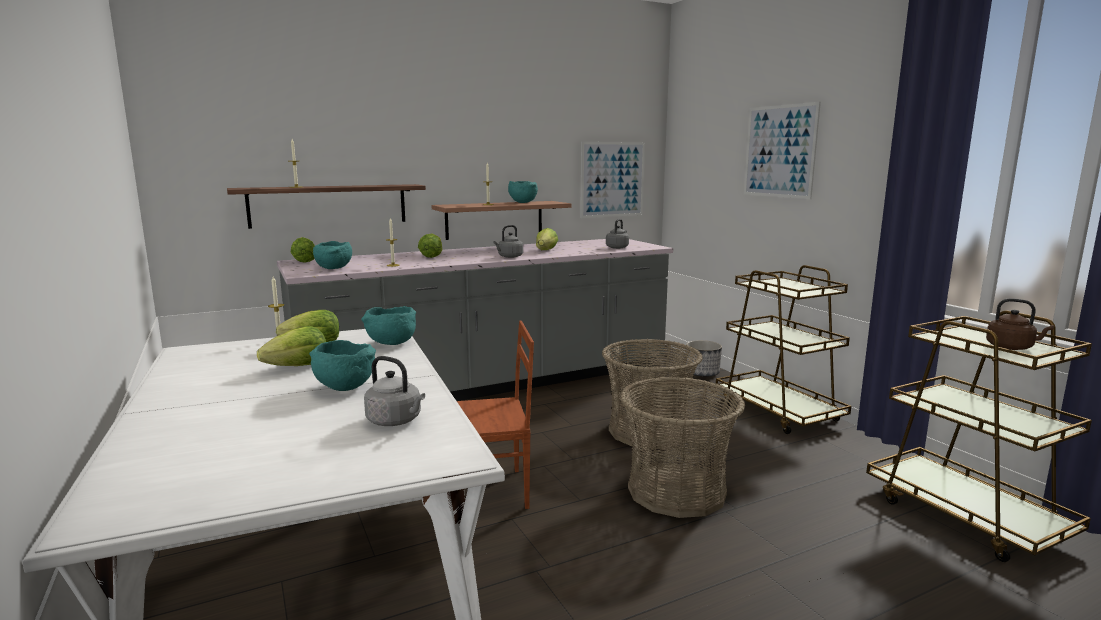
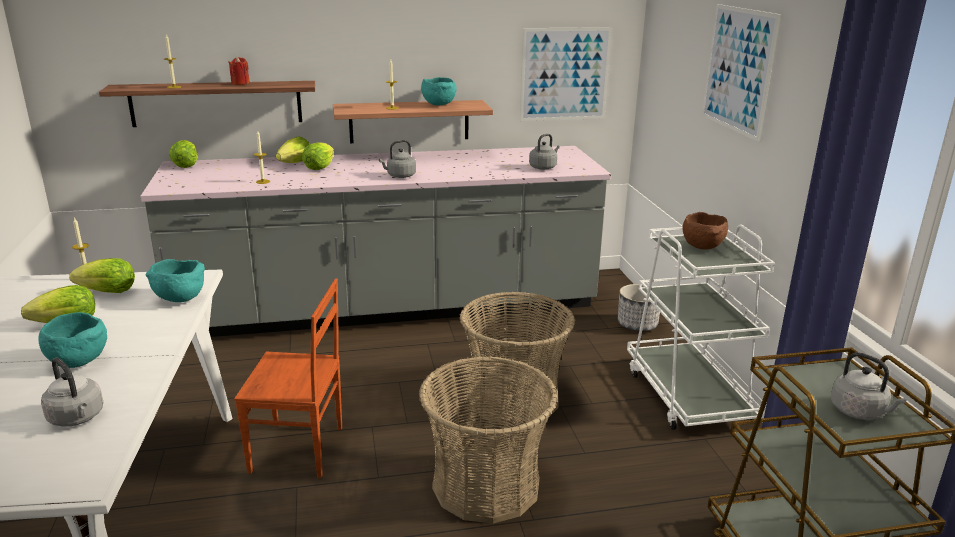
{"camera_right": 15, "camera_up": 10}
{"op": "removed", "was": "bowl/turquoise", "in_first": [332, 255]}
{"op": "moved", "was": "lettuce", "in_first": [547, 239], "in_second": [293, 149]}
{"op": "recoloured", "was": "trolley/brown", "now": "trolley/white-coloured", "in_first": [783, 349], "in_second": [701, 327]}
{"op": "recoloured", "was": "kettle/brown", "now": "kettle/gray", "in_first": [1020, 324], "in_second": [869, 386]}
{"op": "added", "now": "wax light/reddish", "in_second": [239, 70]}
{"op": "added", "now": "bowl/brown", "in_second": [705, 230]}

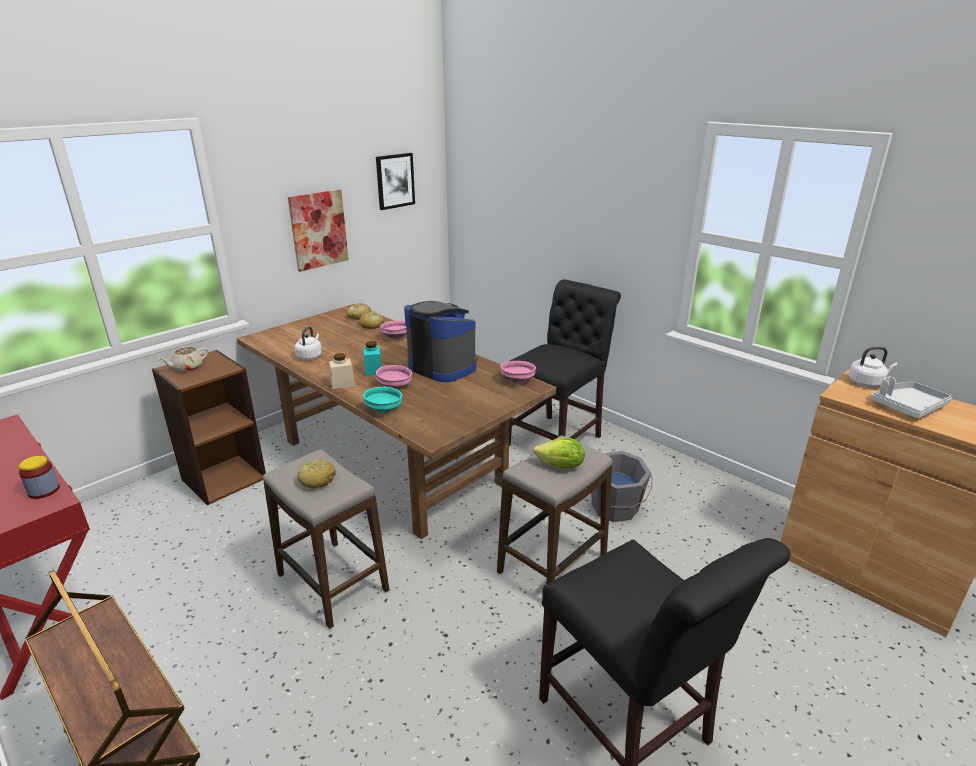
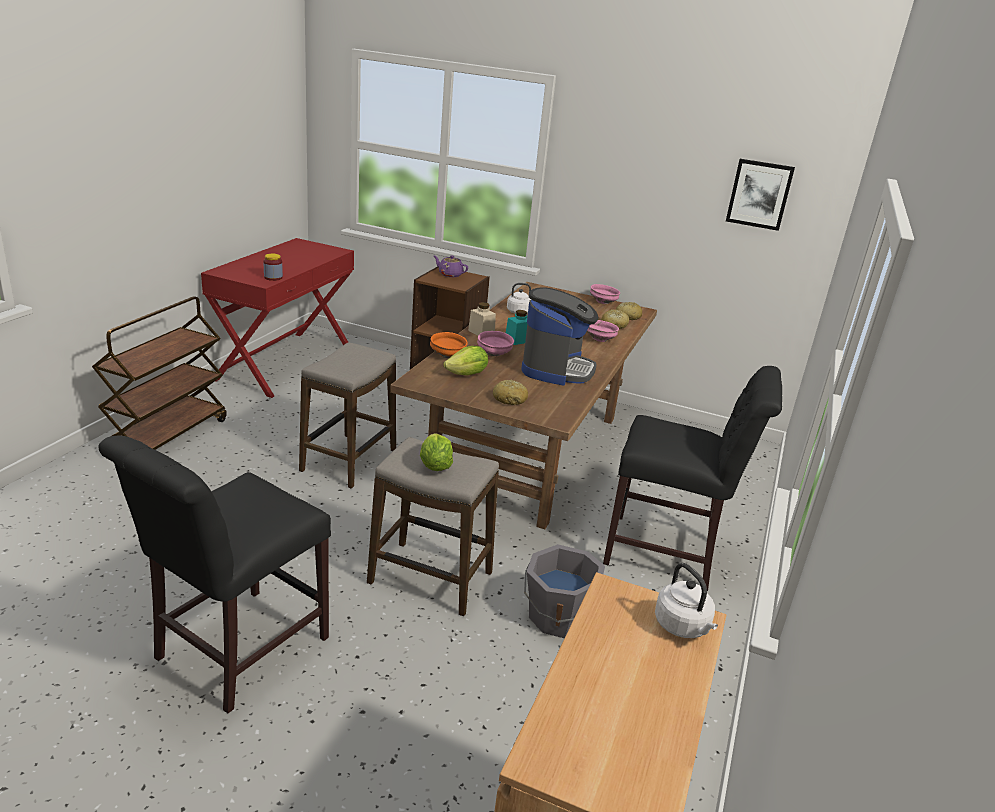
{"camera_right": 65, "camera_up": 0}
{"op": "recoloured", "was": "tea pot/beige", "now": "tea pot/purplish", "in_first": [183, 359], "in_second": [450, 266]}
{"op": "removed", "was": "picture", "in_first": [318, 230]}
{"op": "moved", "was": "bread", "in_first": [316, 474], "in_second": [510, 392]}
{"op": "recoloured", "was": "bowl/turquoise", "now": "bowl/orangey", "in_first": [382, 400], "in_second": [449, 345]}
{"op": "moved", "was": "bowl/pinkish", "in_first": [518, 372], "in_second": [605, 294]}
{"op": "removed", "was": "serving tray/gray", "in_first": [911, 397]}
{"op": "added", "now": "lettuce", "in_second": [465, 360]}

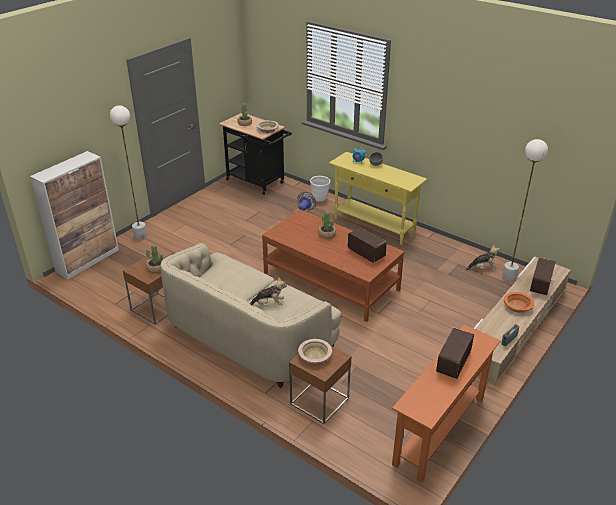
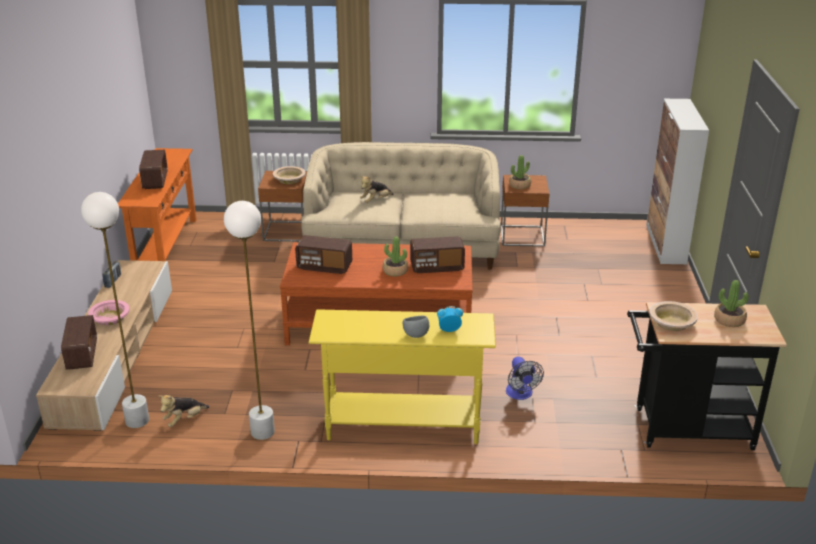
{"camera_right": 145, "camera_up": -5}
{"op": "moved", "was": "standing lamp/white-coloured", "in_first": [128, 172], "in_second": [249, 320]}
{"op": "removed", "was": "plant pot/white-coloured", "in_first": [320, 188]}
{"op": "recoloured", "was": "bowl/orangey", "now": "bowl/pinkish", "in_first": [519, 302], "in_second": [109, 312]}
{"op": "added", "now": "radio receiver", "in_second": [437, 254]}

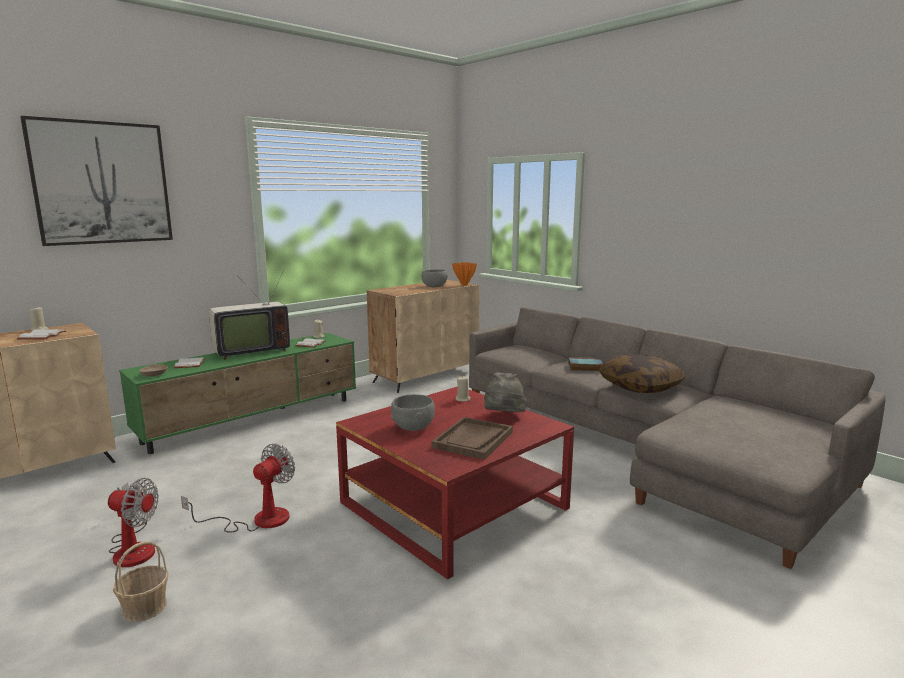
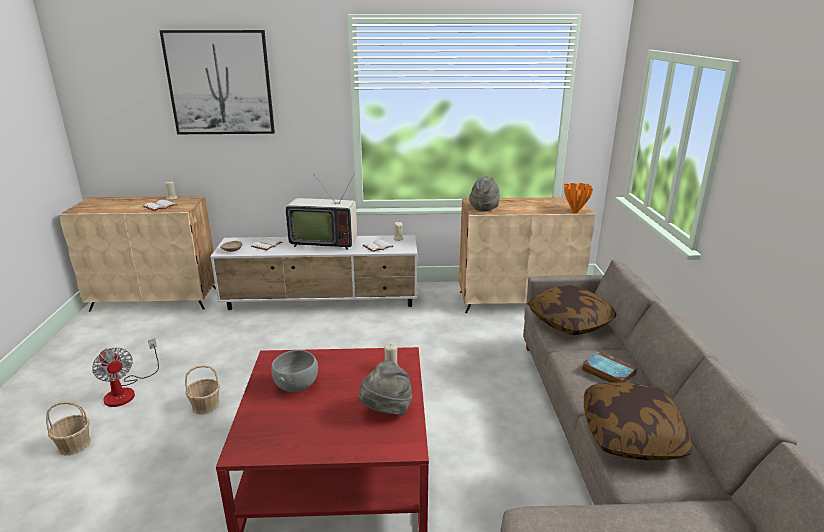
{"camera_right": 40, "camera_up": 10}
{"op": "recoloured", "was": "media console/green", "now": "media console/white-coloured", "in_first": [237, 393], "in_second": [313, 272]}
{"op": "replaced", "was": "electric fan", "now": "basket", "in_first": [238, 488], "in_second": [202, 390]}
{"op": "removed", "was": "bowl/gray", "in_first": [434, 278]}
{"op": "removed", "was": "serving tray/brown", "in_first": [472, 438]}
{"op": "added", "now": "hat/gray", "in_second": [484, 194]}
{"op": "added", "now": "pillow", "in_second": [571, 310]}

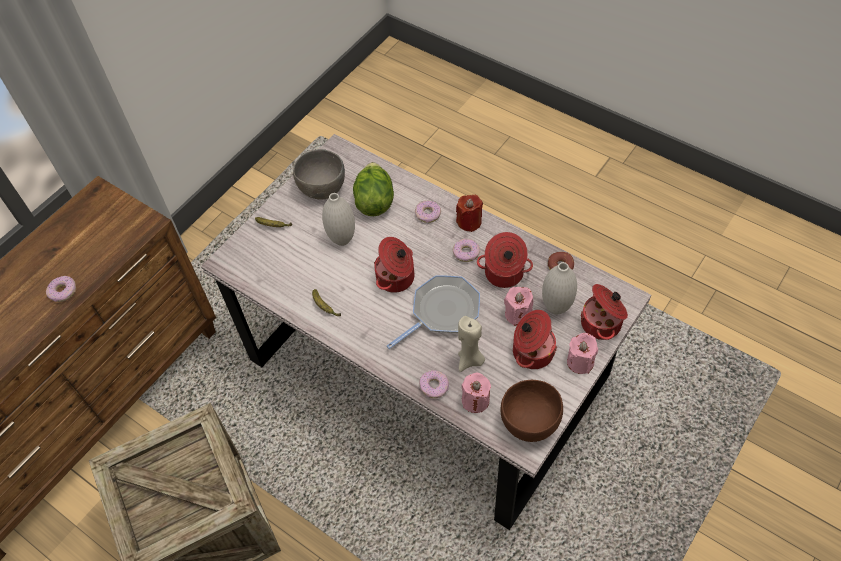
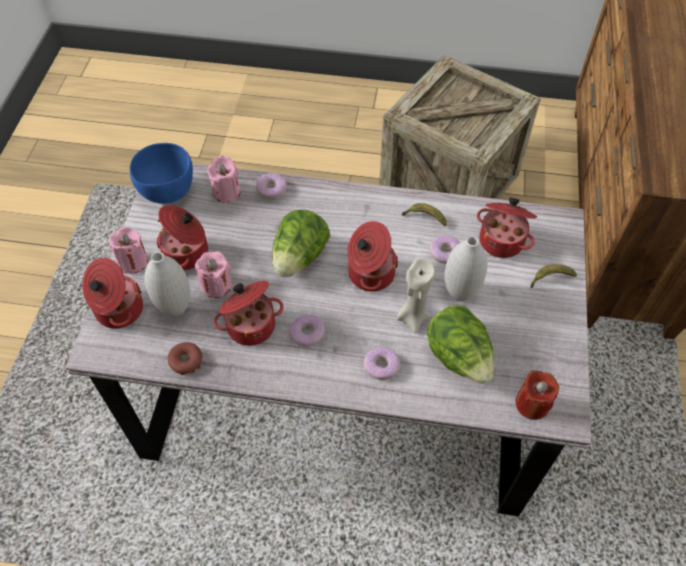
{"camera_right": 150, "camera_up": 0}
{"op": "moved", "was": "ring doughnut", "in_first": [61, 289], "in_second": [445, 249]}
{"op": "removed", "was": "bowl/gray", "in_first": [319, 174]}
{"op": "replaced", "was": "pan", "now": "lettuce", "in_first": [433, 312], "in_second": [301, 243]}
{"op": "moved", "was": "wax light/reddish", "in_first": [469, 213], "in_second": [537, 395]}
{"op": "moved", "was": "wax light/beige", "in_first": [471, 344], "in_second": [416, 296]}
{"op": "recoloured", "was": "bowl/brown", "now": "bowl/blue", "in_first": [531, 411], "in_second": [161, 173]}
{"op": "added", "now": "saucepot", "in_second": [507, 227]}

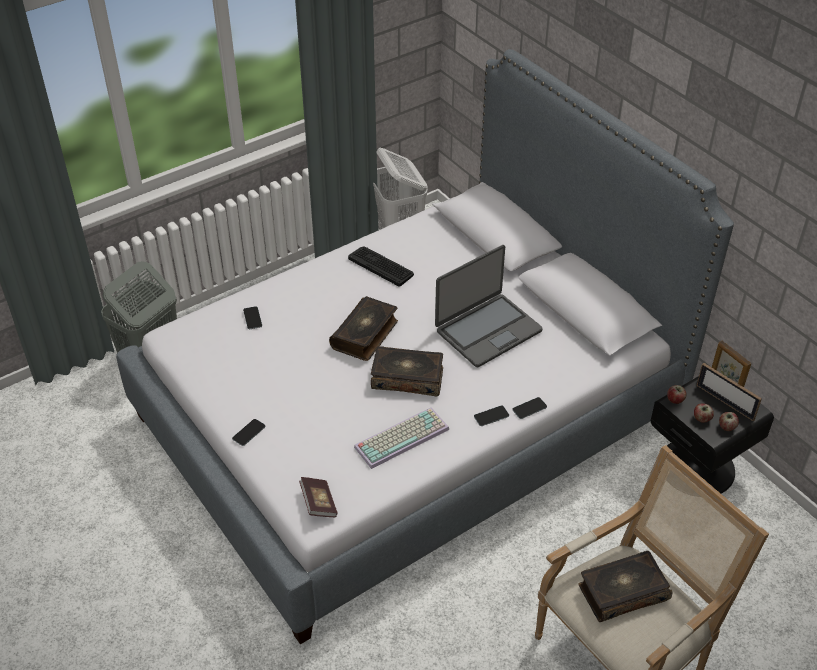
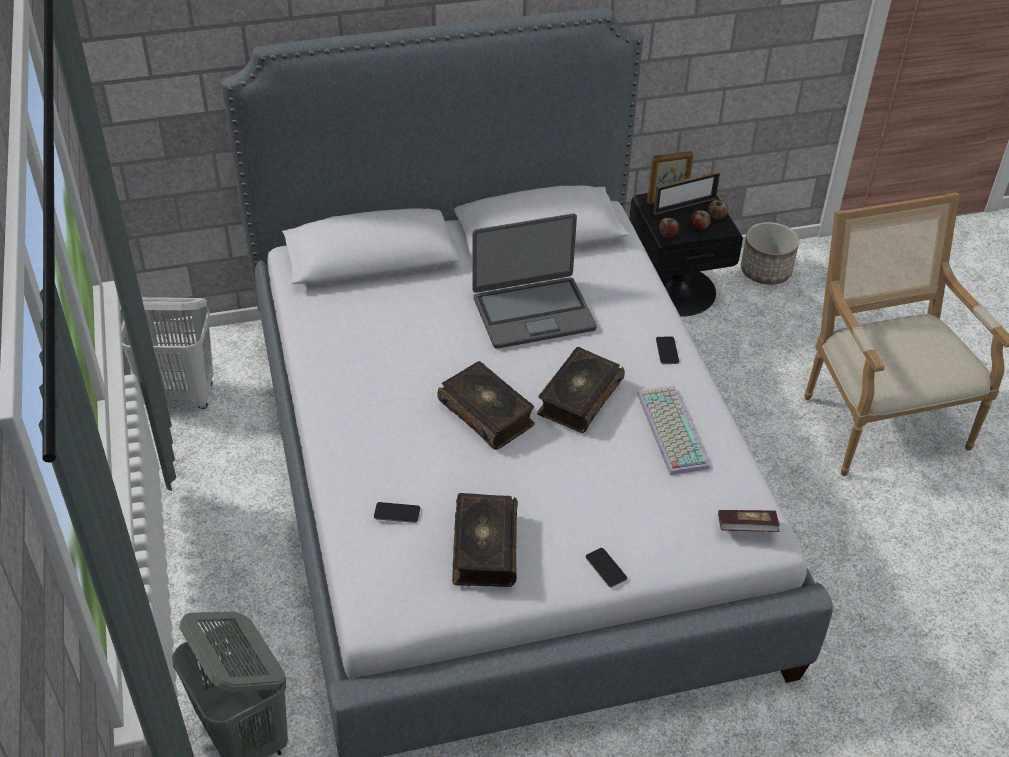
{"camera_right": -70, "camera_up": 0}
{"op": "removed", "was": "PC keyboard", "in_first": [381, 267]}
{"op": "turned", "was": "portable computer", "in_first": [489, 306], "in_second": [535, 281], "clockwise": 90}
{"op": "removed", "was": "phone", "in_first": [529, 408]}
{"op": "moved", "was": "bound book", "in_first": [625, 586], "in_second": [485, 540]}
{"op": "added", "now": "plant pot", "in_second": [770, 253]}

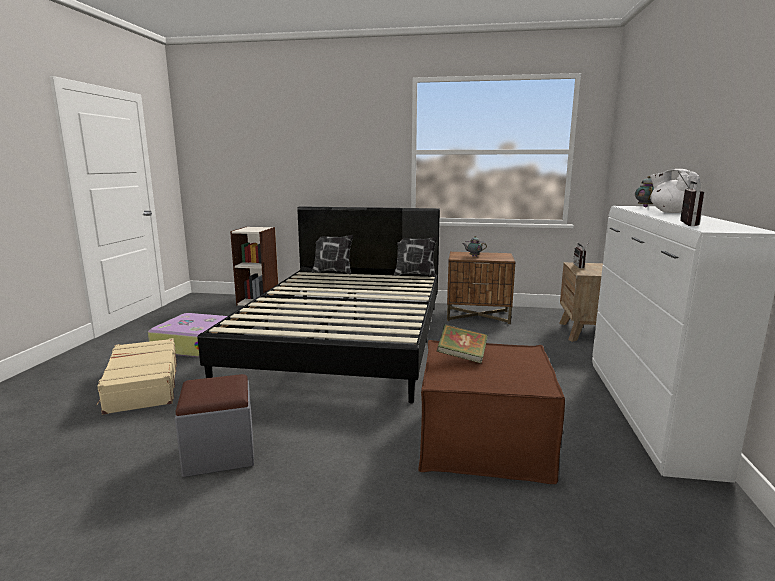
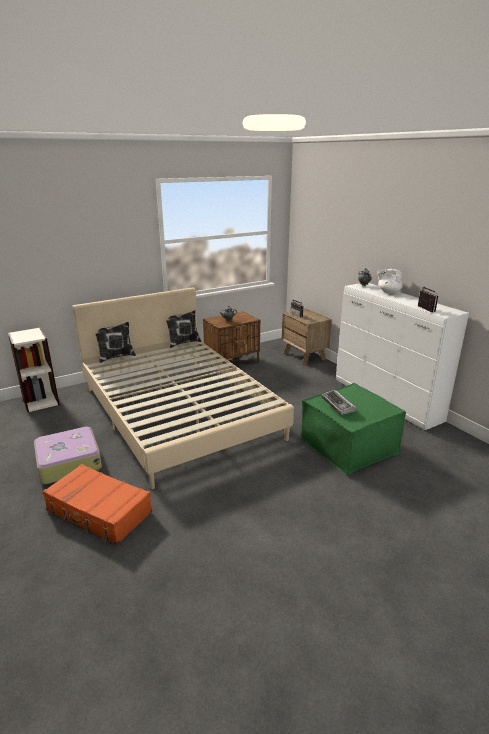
{"camera_right": -40, "camera_up": 10}
{"op": "recoloured", "was": "travel case/beige", "now": "travel case/orangey", "in_first": [137, 376], "in_second": [97, 504]}
{"op": "removed", "was": "pouffe/gray", "in_first": [214, 425]}
{"op": "recoloured", "was": "bedroom bed/blackish", "now": "bedroom bed/beige", "in_first": [318, 304], "in_second": [183, 388]}
{"op": "recoloured", "was": "pouffe/brown", "now": "pouffe/green", "in_first": [491, 412], "in_second": [353, 429]}
{"op": "replaced", "was": "bound book", "now": "PC keyboard", "in_first": [462, 344], "in_second": [339, 402]}

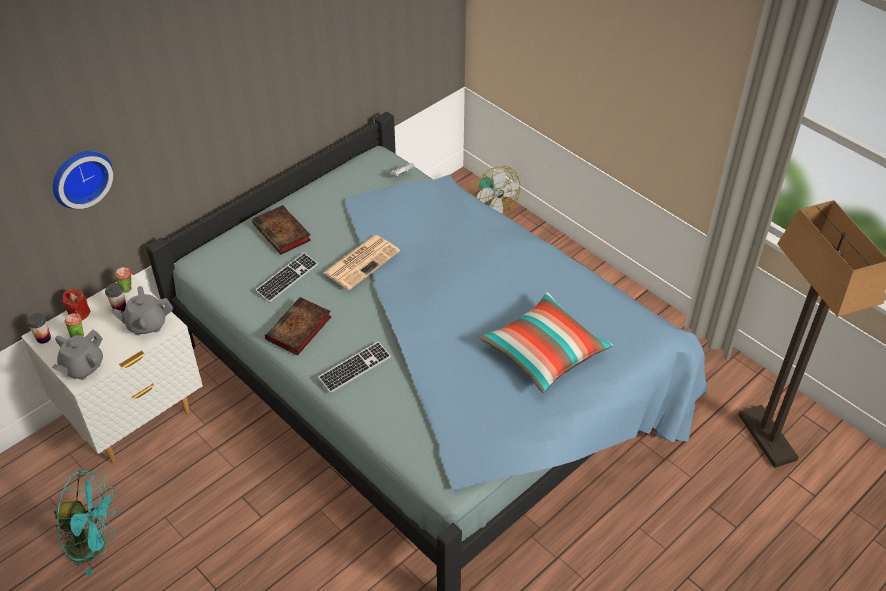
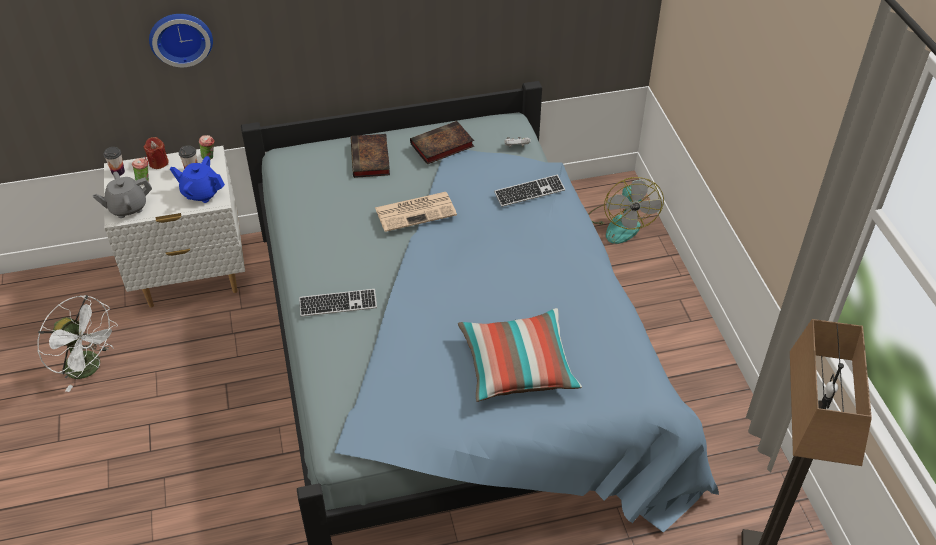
{"camera_right": 30, "camera_up": 0}
{"op": "recoloured", "was": "electric fan/turquoise", "now": "electric fan/white-coloured", "in_first": [86, 523], "in_second": [77, 343]}
{"op": "recoloured", "was": "tea pot/gray", "now": "tea pot/blue", "in_first": [142, 310], "in_second": [197, 179]}
{"op": "moved", "was": "PC keyboard", "in_first": [286, 277], "in_second": [529, 191]}
{"op": "moved", "was": "bound book", "in_first": [298, 326], "in_second": [442, 142]}

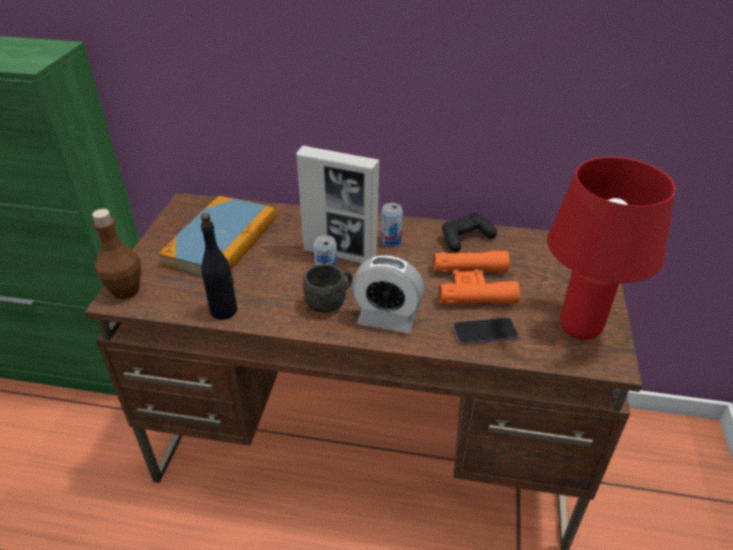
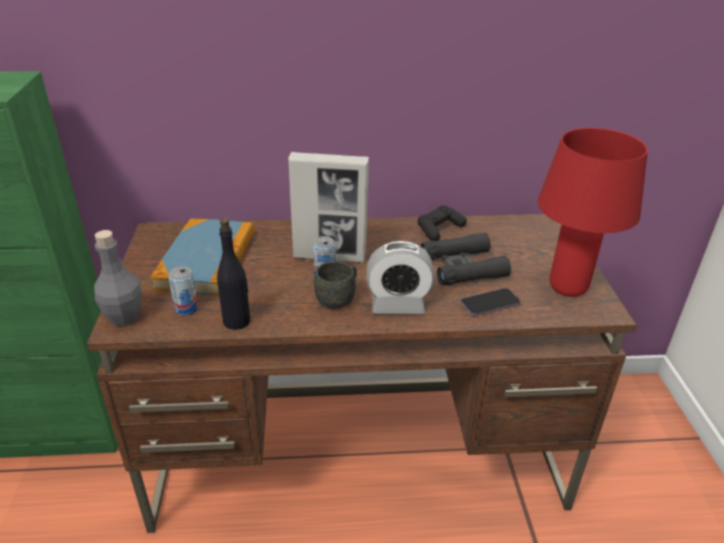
{"camera_right": -15, "camera_up": -5}
{"op": "recoloured", "was": "beverage bottle/brown", "now": "beverage bottle/gray", "in_first": [116, 254], "in_second": [118, 278]}
{"op": "moved", "was": "can", "in_first": [392, 225], "in_second": [183, 290]}
{"op": "recoloured", "was": "binoculars/orangey", "now": "binoculars/blackish", "in_first": [476, 277], "in_second": [466, 258]}

